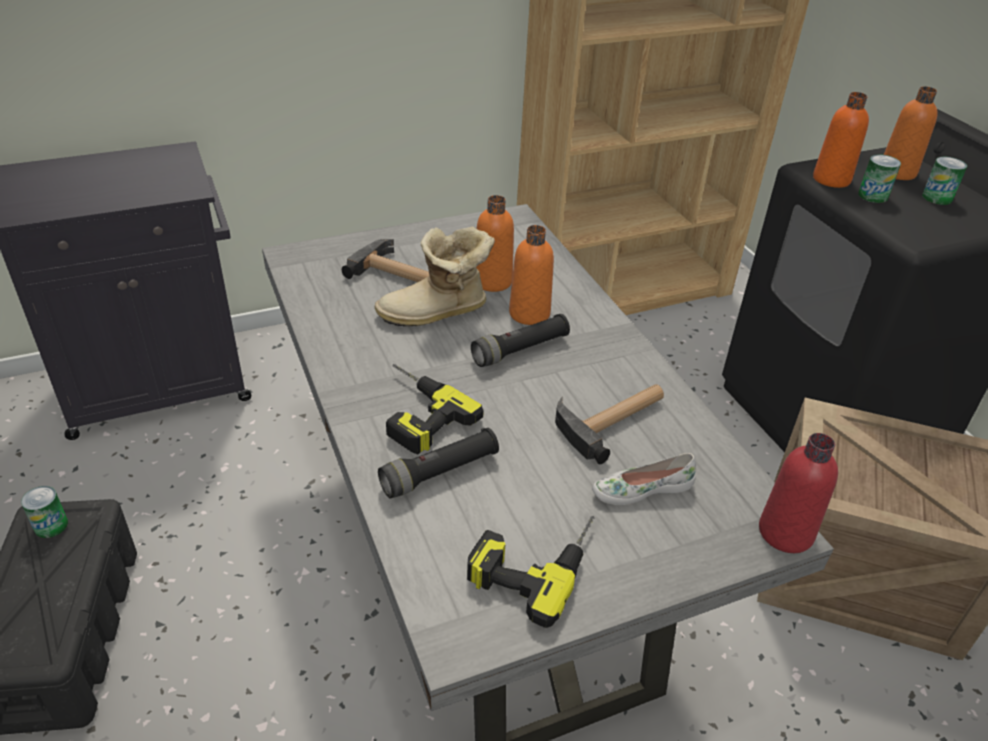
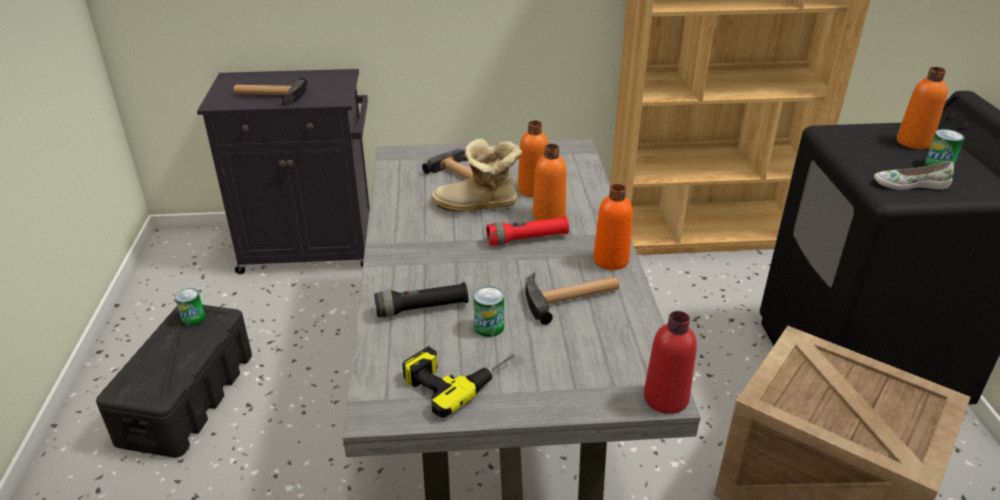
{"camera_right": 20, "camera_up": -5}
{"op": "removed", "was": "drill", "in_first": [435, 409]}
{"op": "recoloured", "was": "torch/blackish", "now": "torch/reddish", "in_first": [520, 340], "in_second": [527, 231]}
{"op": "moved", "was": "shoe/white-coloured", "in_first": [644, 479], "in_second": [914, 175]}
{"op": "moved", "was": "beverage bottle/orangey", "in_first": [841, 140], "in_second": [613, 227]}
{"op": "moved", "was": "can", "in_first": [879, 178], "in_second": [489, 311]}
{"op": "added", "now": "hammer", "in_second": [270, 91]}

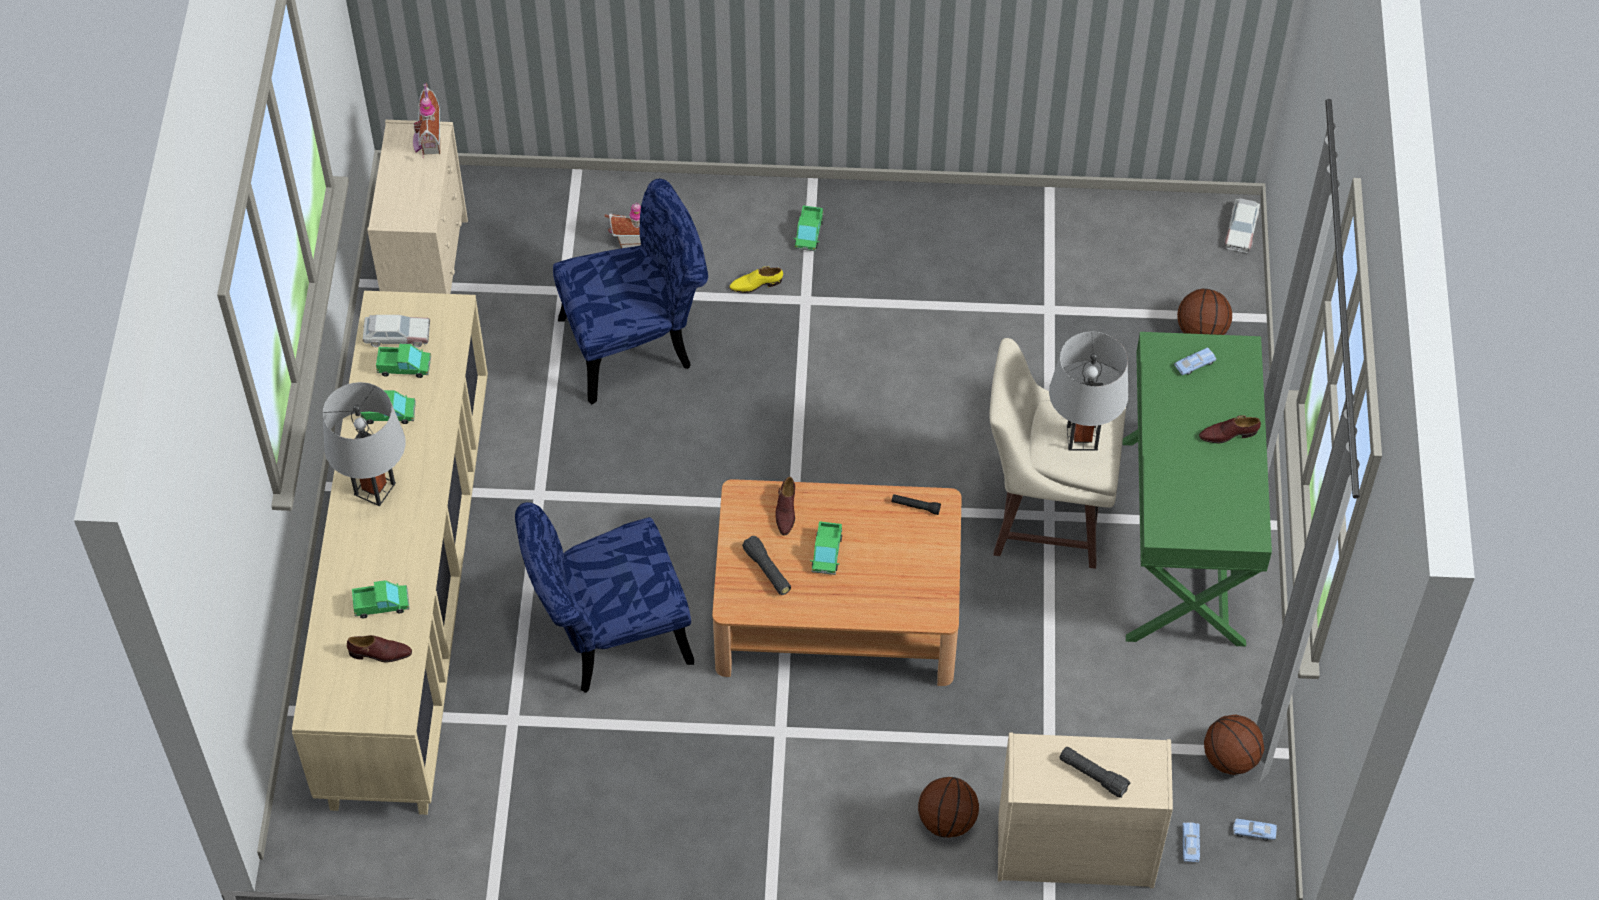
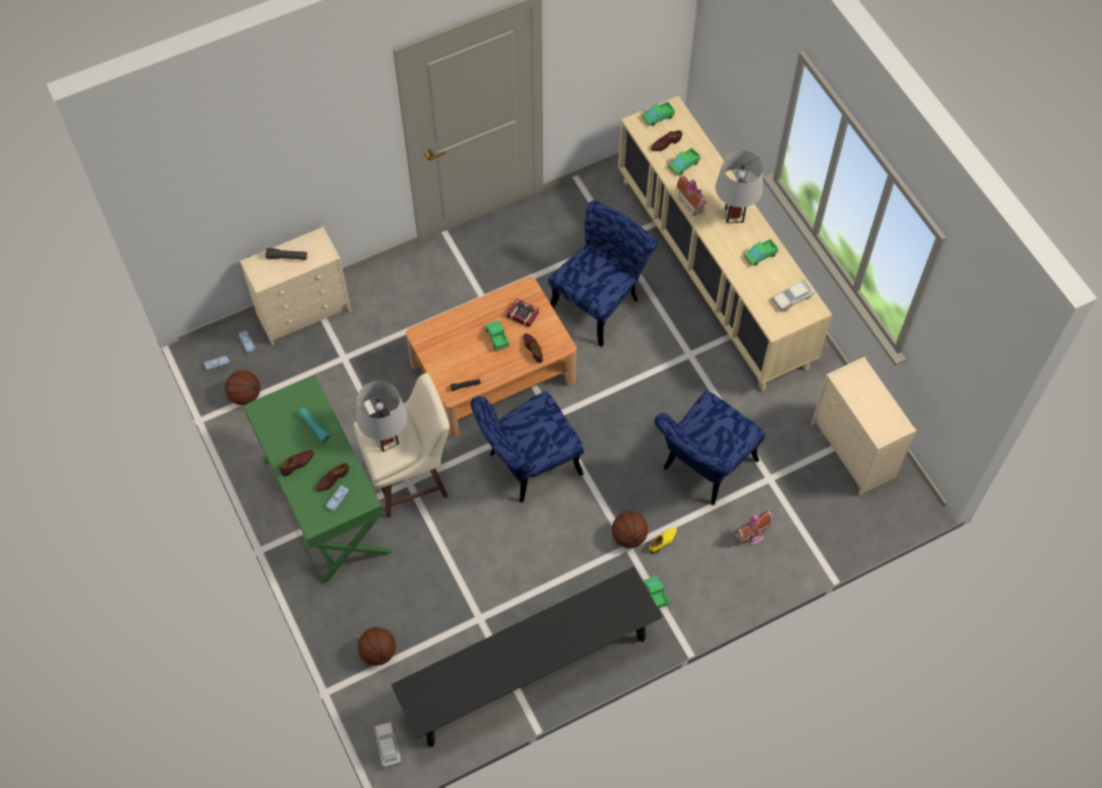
{"camera_right": 150, "camera_up": 5}
{"op": "moved", "was": "toy lorry", "in_first": [403, 361], "in_second": [658, 113]}
{"op": "moved", "was": "miniature house", "in_first": [426, 118], "in_second": [691, 194]}
{"op": "replaced", "was": "torch/blackish", "now": "bound book", "in_first": [766, 565], "in_second": [523, 313]}
{"op": "moved", "was": "ball for basketball", "in_first": [948, 807], "in_second": [630, 530]}
{"op": "added", "now": "torch/turquoise", "in_second": [314, 425]}
{"op": "added", "now": "shoe/brown", "in_second": [332, 477]}
{"op": "added", "now": "indoor bench/blackish", "in_second": [527, 657]}
{"op": "added", "now": "plain chair/blue", "in_second": [527, 447]}

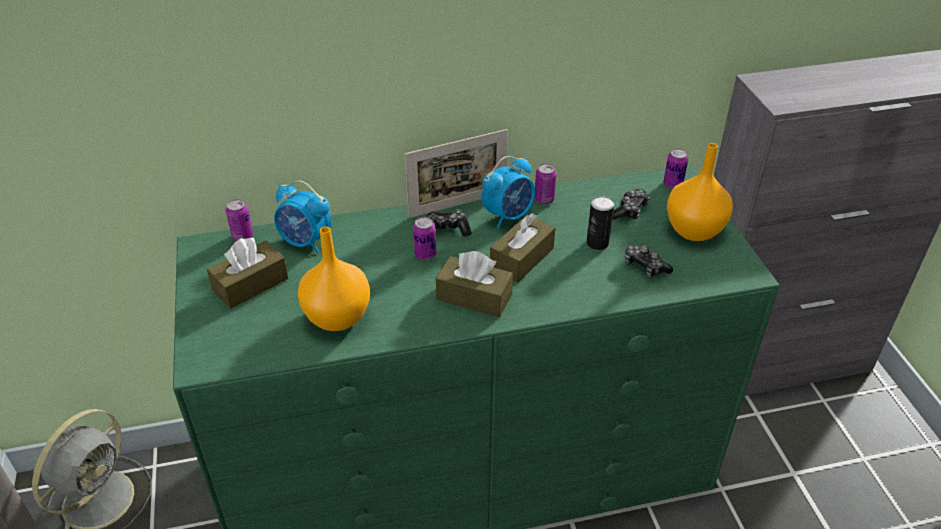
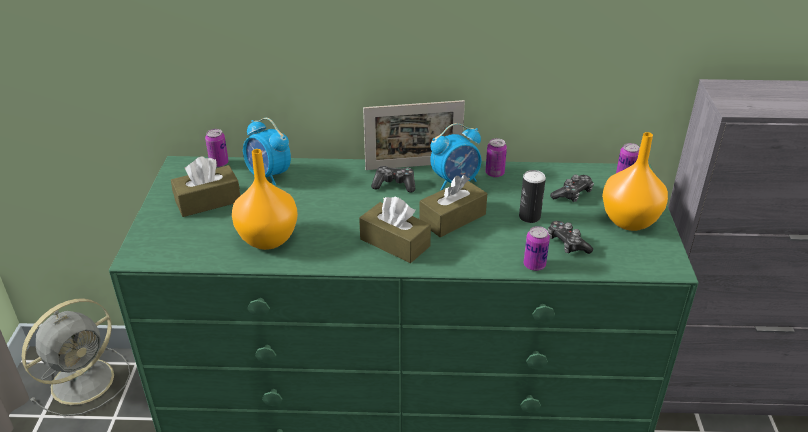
{"camera_right": 15, "camera_up": -5}
{"op": "moved", "was": "can", "in_first": [424, 238], "in_second": [537, 248]}

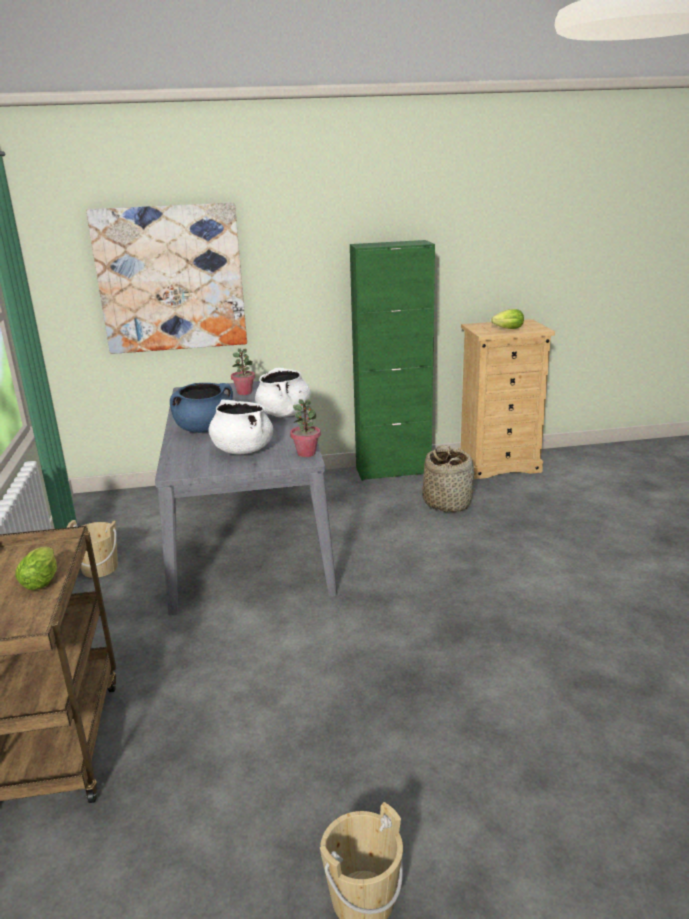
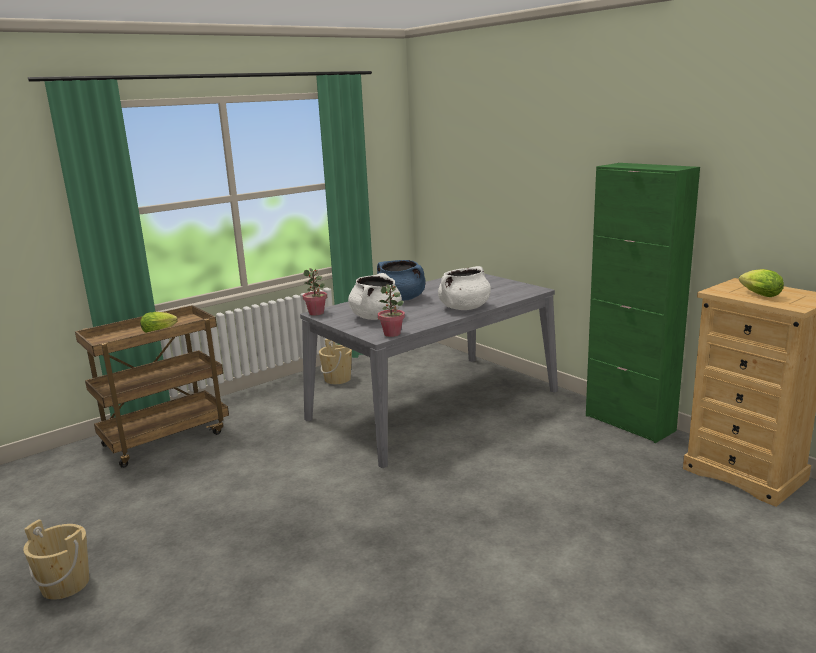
{"camera_right": 60, "camera_up": -5}
{"op": "removed", "was": "picture", "in_first": [166, 278]}
{"op": "moved", "was": "houseplant", "in_first": [243, 372], "in_second": [315, 292]}
{"op": "removed", "was": "basket", "in_first": [448, 478]}

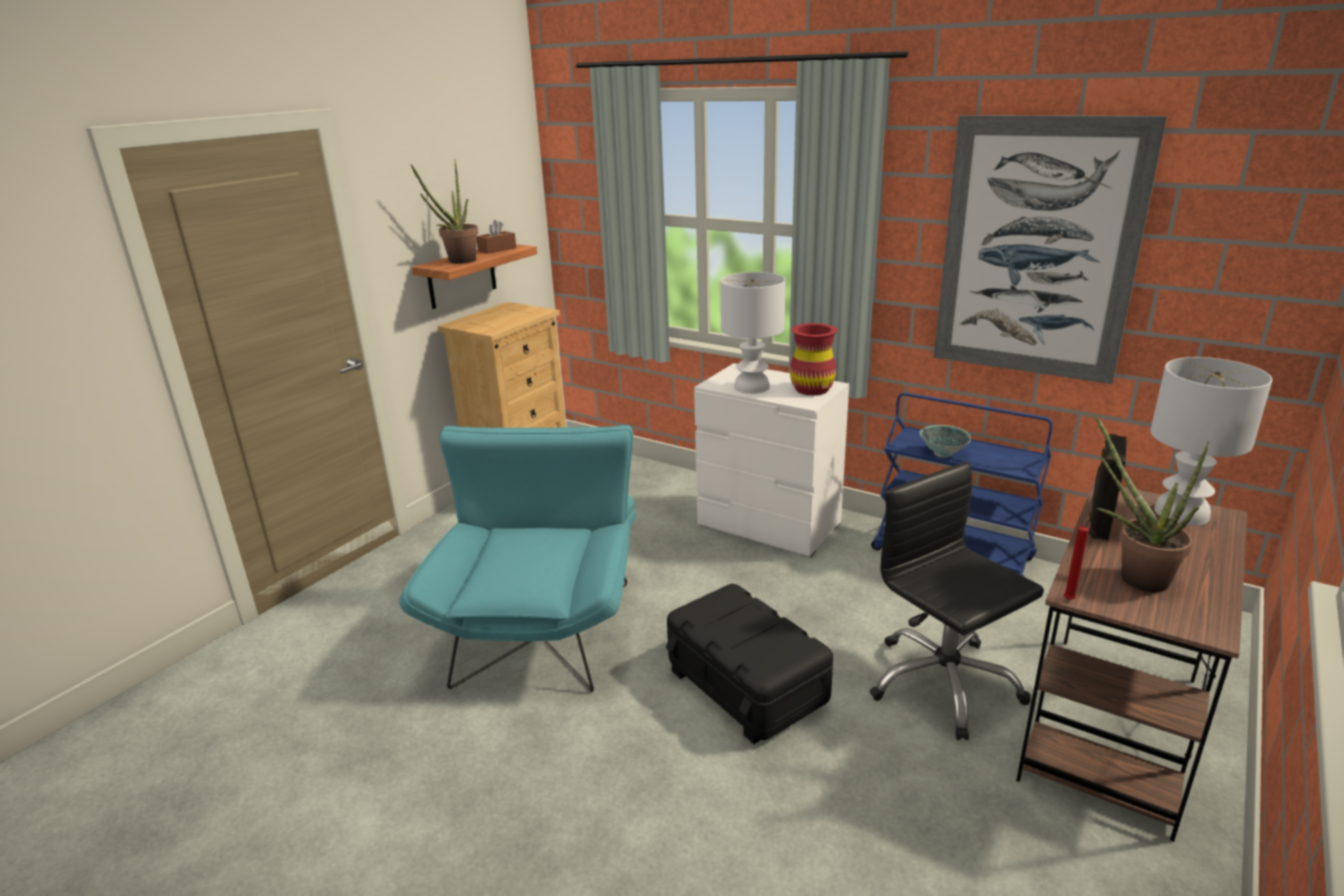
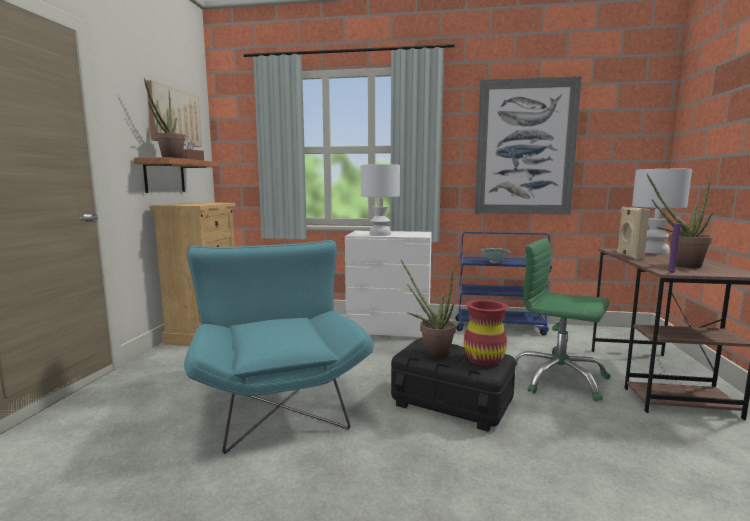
{"camera_right": -25, "camera_up": -15}
{"op": "moved", "was": "vase/reddish", "in_first": [814, 359], "in_second": [486, 333]}
{"op": "recoloured", "was": "computer chair/blackish", "now": "computer chair/green", "in_first": [957, 600], "in_second": [562, 319]}
{"op": "recoloured", "was": "wax light/reddish", "now": "wax light/purplish", "in_first": [1077, 558], "in_second": [674, 245]}
{"op": "recoloured", "was": "audio speaker/blackish", "now": "audio speaker/beige", "in_first": [1108, 487], "in_second": [633, 233]}
{"op": "added", "now": "picture", "in_second": [174, 113]}
{"op": "added", "now": "houseplant", "in_second": [428, 309]}

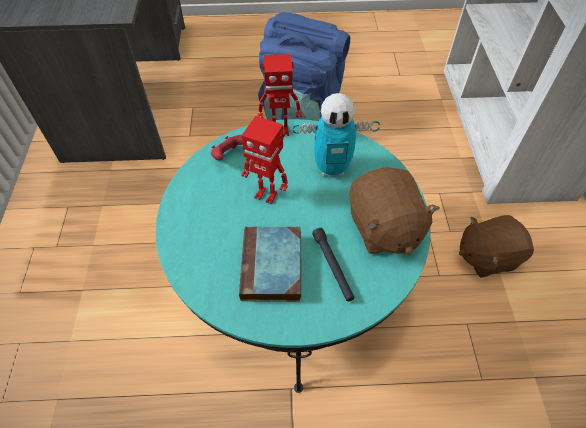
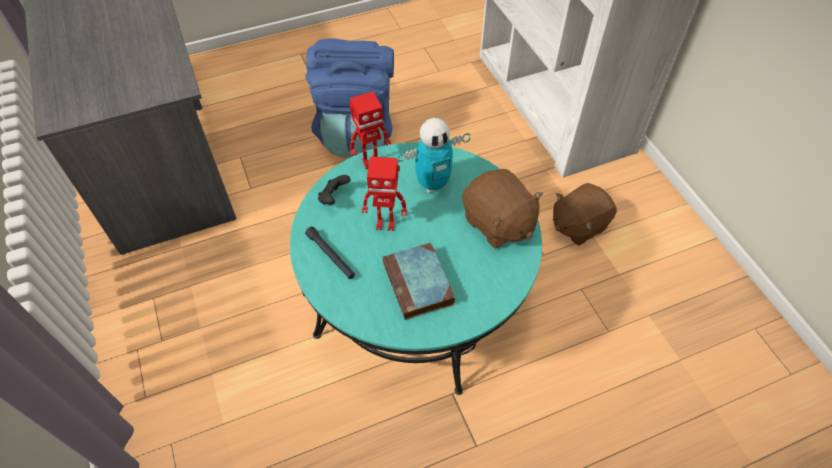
{"camera_right": -20, "camera_up": 0}
{"op": "recoloured", "was": "joypad/reddish", "now": "joypad/blackish", "in_first": [226, 148], "in_second": [334, 190]}
{"op": "moved", "was": "torch/blackish", "in_first": [333, 264], "in_second": [330, 252]}

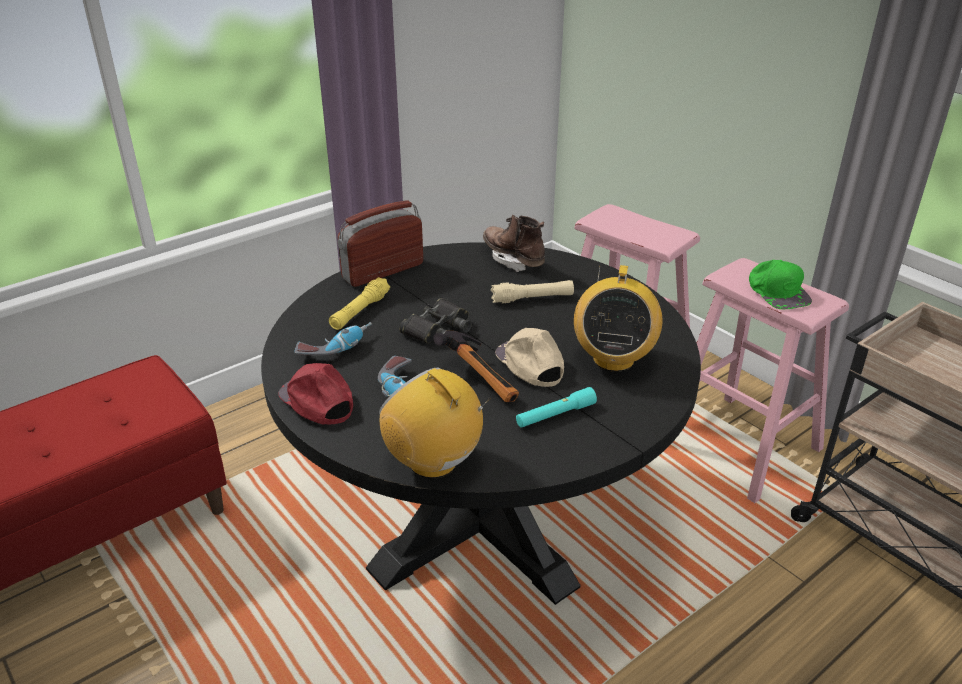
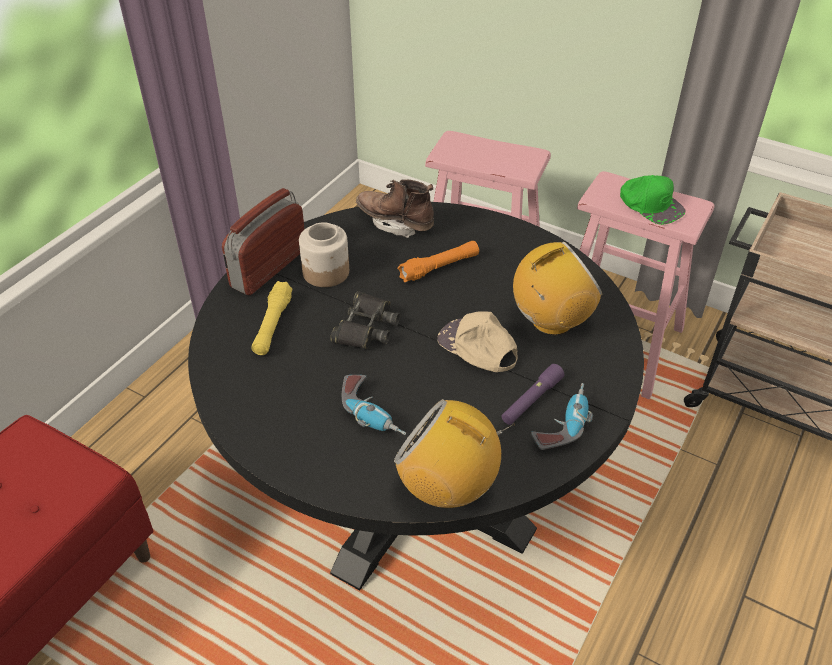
{"camera_right": -20, "camera_up": 10}
{"op": "removed", "was": "peaked cap/reddish", "in_first": [315, 394]}
{"op": "moved", "was": "drill", "in_first": [333, 338], "in_second": [562, 416]}
{"op": "removed", "was": "hammer", "in_first": [476, 366]}
{"op": "recoloured", "was": "torch/beige", "now": "torch/orangey", "in_first": [532, 291], "in_second": [438, 261]}
{"op": "recoloured", "was": "torch/turquoise", "now": "torch/purplish", "in_first": [556, 407], "in_second": [533, 394]}
{"op": "turned", "was": "radio receiver", "in_first": [618, 318], "in_second": [557, 288], "clockwise": -105}
{"op": "added", "now": "storage jar", "in_second": [324, 254]}

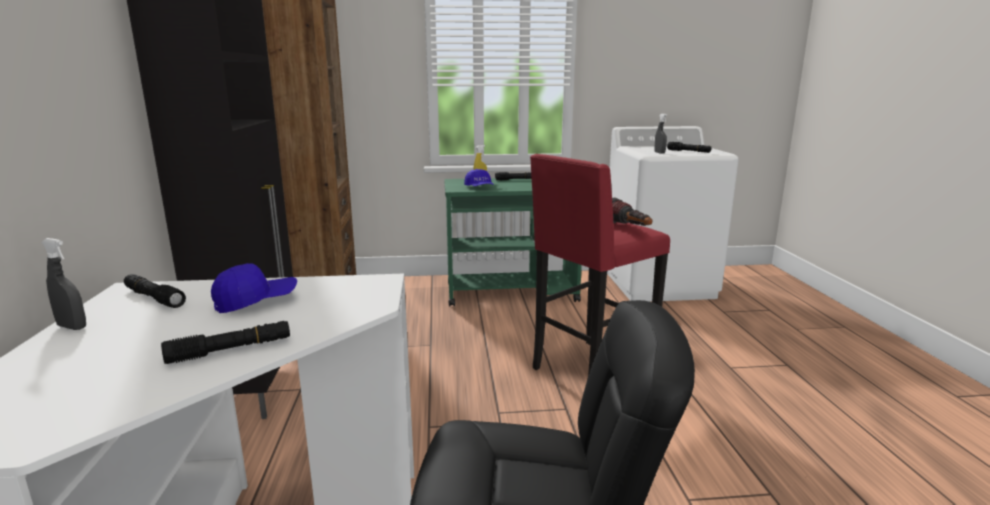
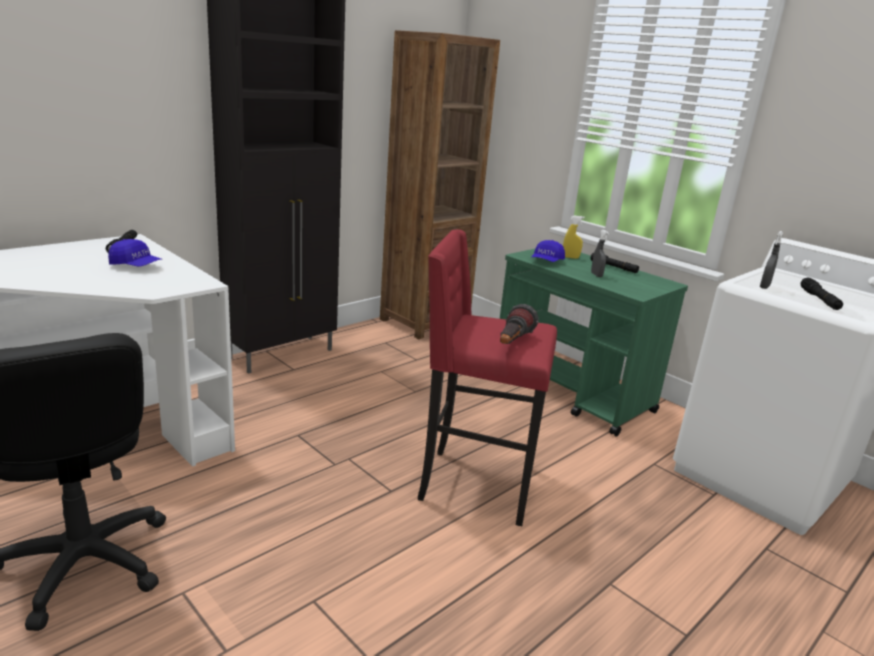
{"camera_right": 50, "camera_up": 5}
{"op": "moved", "was": "spray bottle/gray", "in_first": [63, 284], "in_second": [600, 253]}
{"op": "removed", "was": "torch/blackish", "in_first": [225, 342]}

